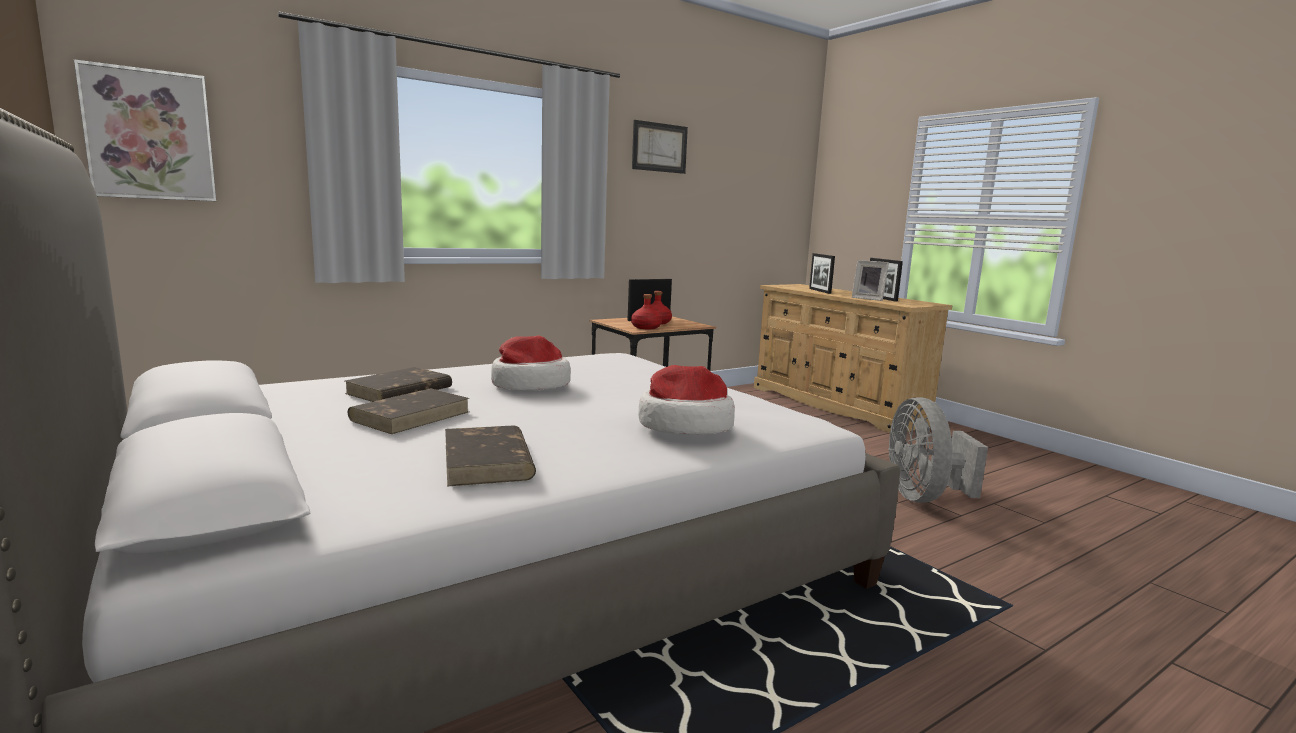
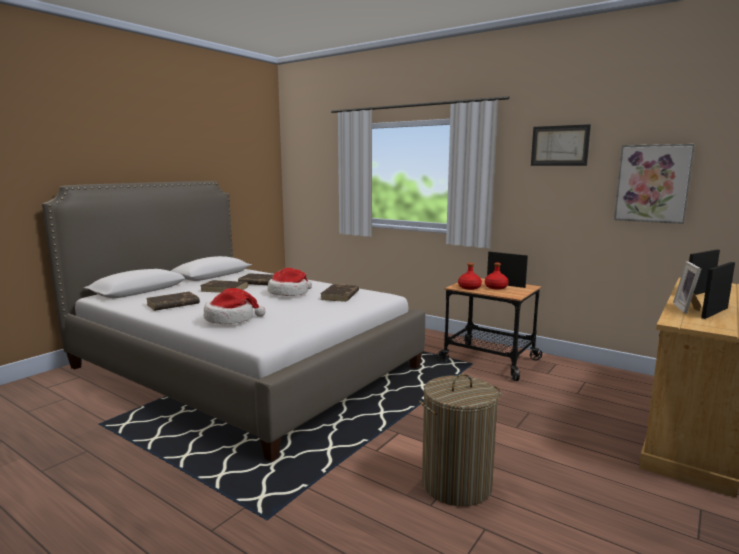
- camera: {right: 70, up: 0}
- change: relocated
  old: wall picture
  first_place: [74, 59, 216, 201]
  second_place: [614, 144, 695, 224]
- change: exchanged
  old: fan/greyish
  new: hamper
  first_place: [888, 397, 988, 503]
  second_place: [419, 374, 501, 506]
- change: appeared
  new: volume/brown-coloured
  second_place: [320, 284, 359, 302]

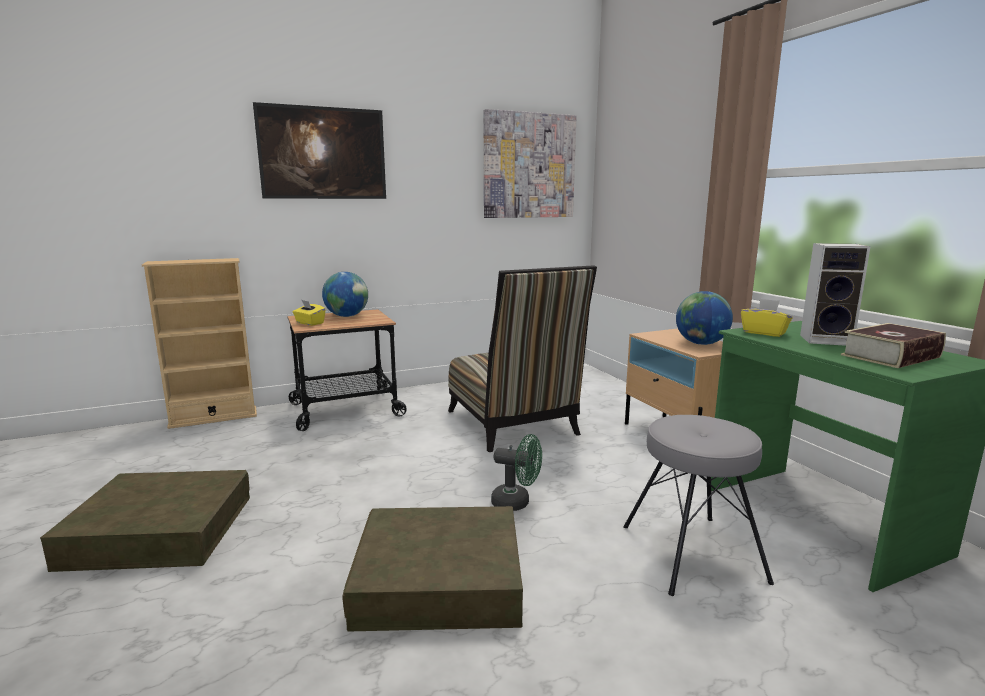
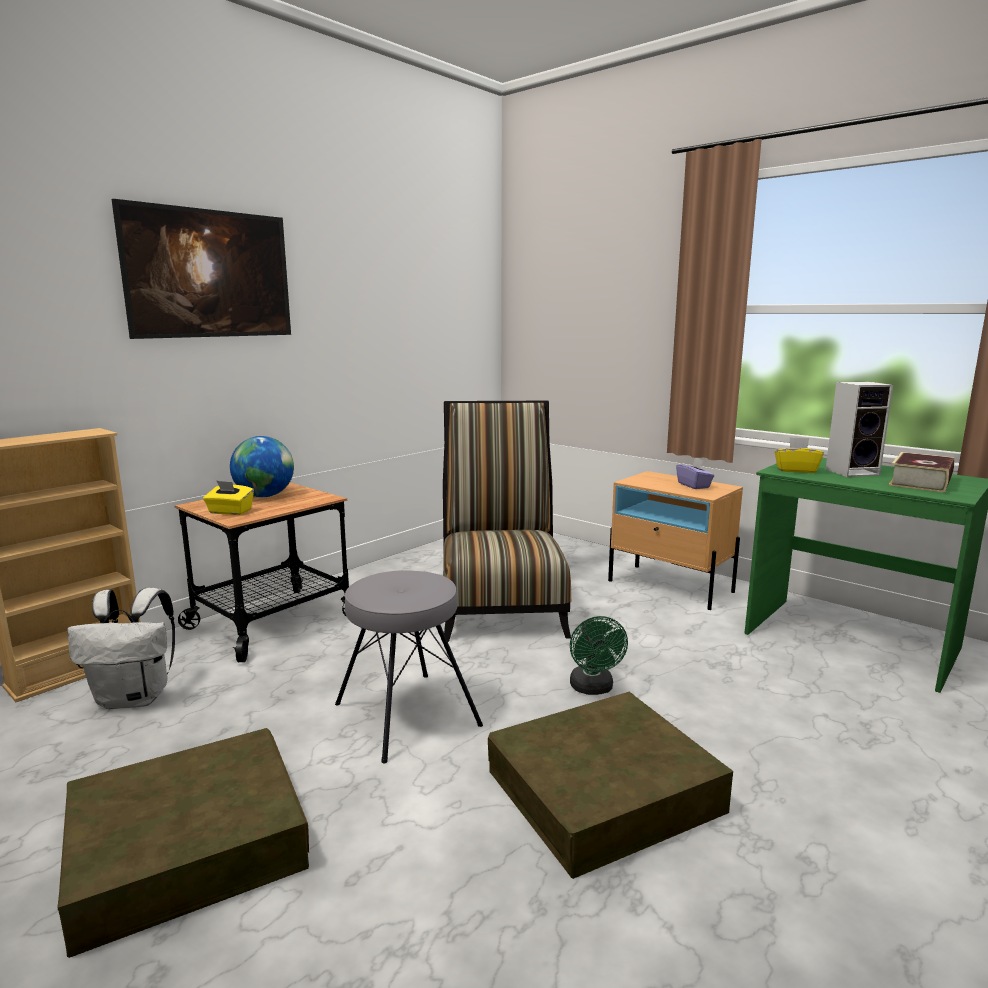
- camera: {right: -25, up: 0}
- change: spun
  old: chair
  first_place: [448, 265, 597, 452]
  second_place: [443, 401, 572, 642]
  degrees: -135
- change: missing
  old: wall picture
  first_place: [484, 109, 577, 218]
- change: spun
  old: fan/green-coloured
  first_place: [491, 434, 542, 511]
  second_place: [570, 616, 628, 695]
  degrees: 90
- change: relocated
  old: sitting stool/greyish
  first_place: [623, 415, 774, 596]
  second_place: [335, 570, 483, 763]
- change: exchanged
  old: globe
  new: box of tissues/purple
  first_place: [676, 291, 733, 345]
  second_place: [676, 457, 714, 489]
- change: appeared
  new: backpack/whitish
  second_place: [67, 588, 175, 709]

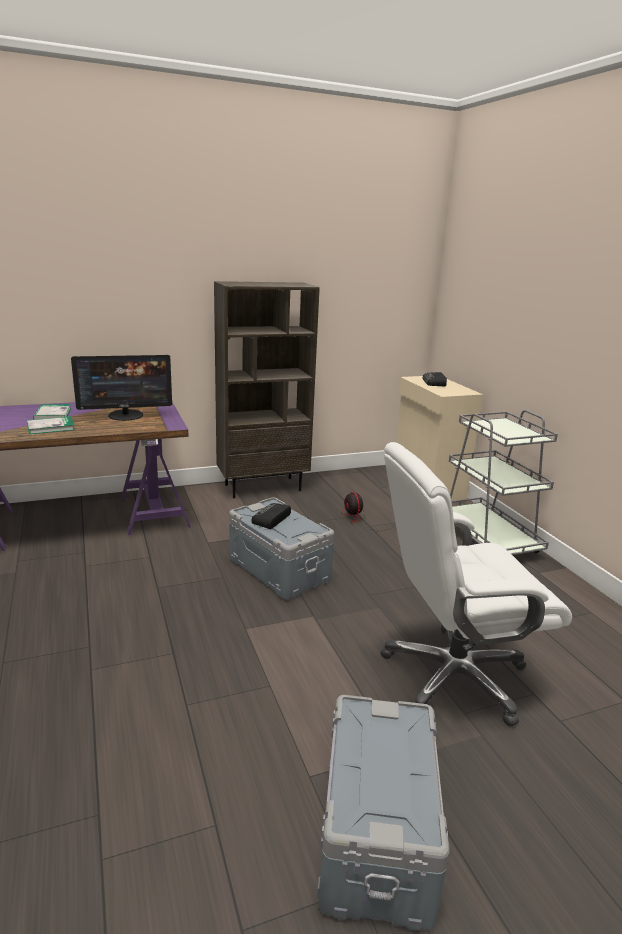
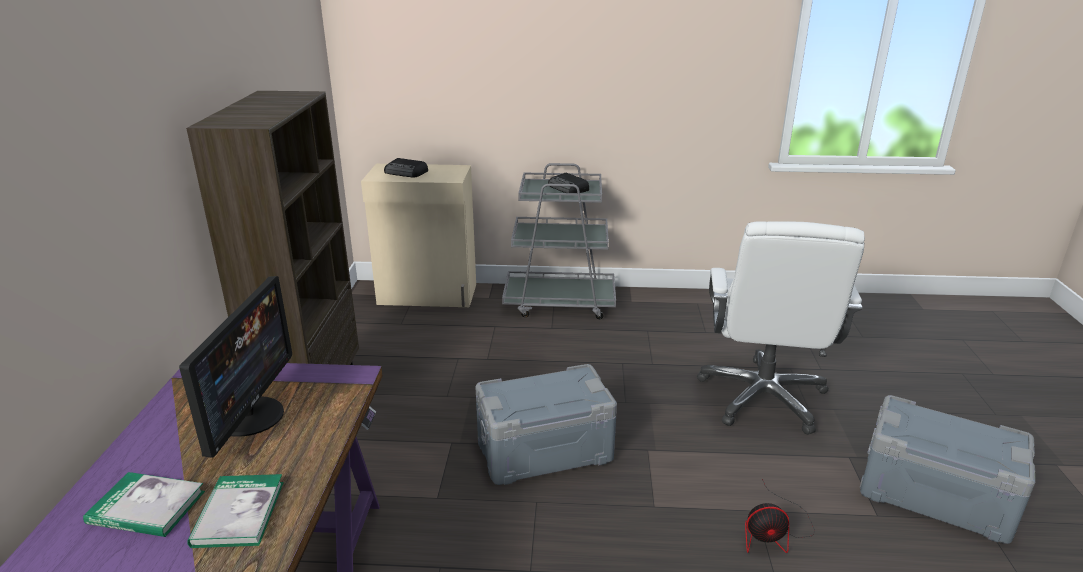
- camera: {right: -65, up: 5}
- change: relocated
  old: radio set
  first_place: [251, 503, 291, 529]
  second_place: [548, 173, 589, 193]
- change: relocated
  old: fan
  first_place: [341, 492, 395, 531]
  second_place: [745, 479, 815, 553]

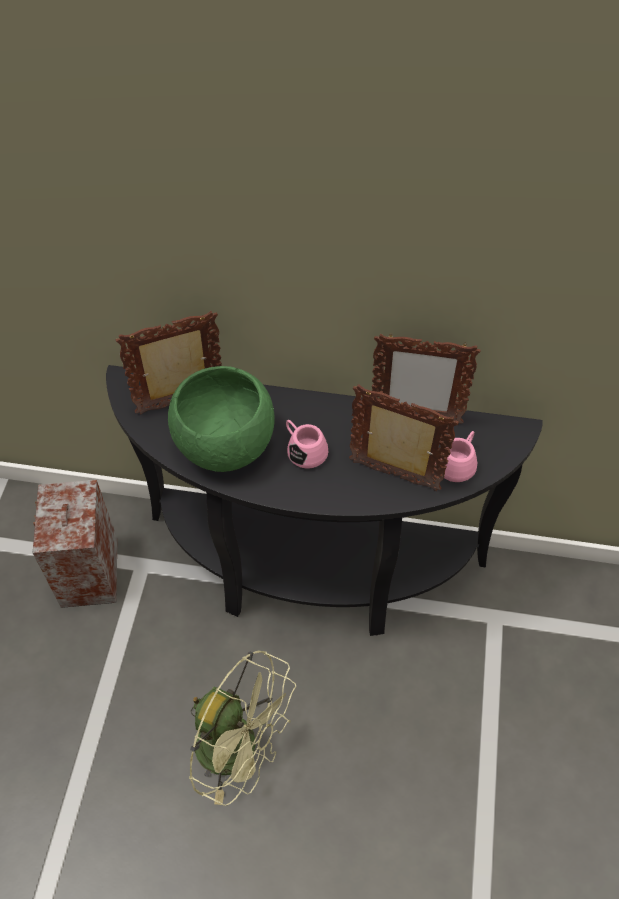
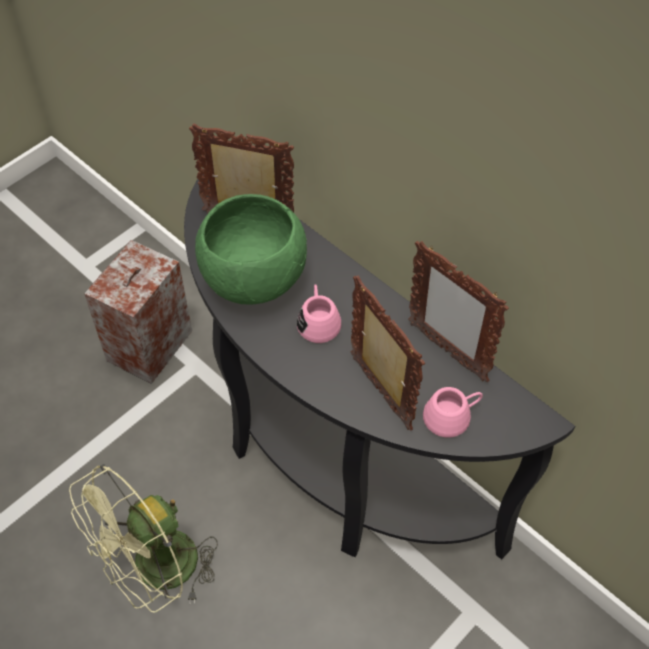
- camera: {right: 35, up: 0}
- change: spun
  old: fan/green-coloured
  first_place: [189, 651, 296, 806]
  second_place: [69, 464, 218, 613]
  degrees: 75

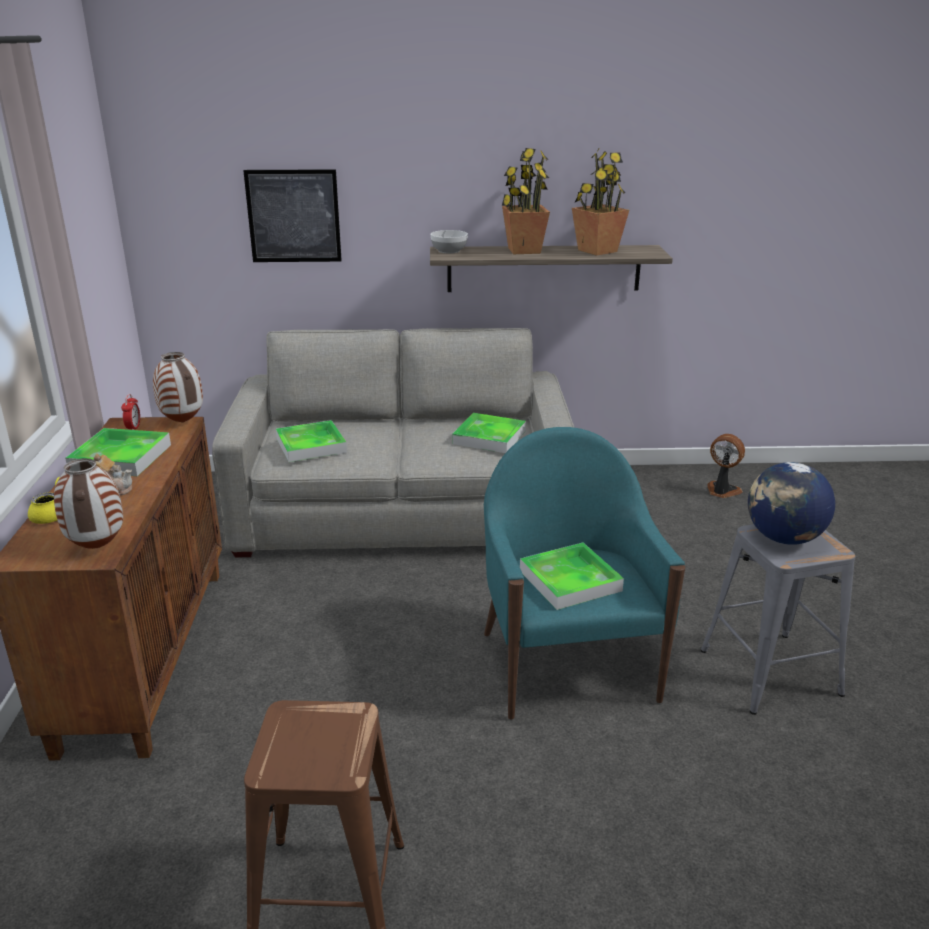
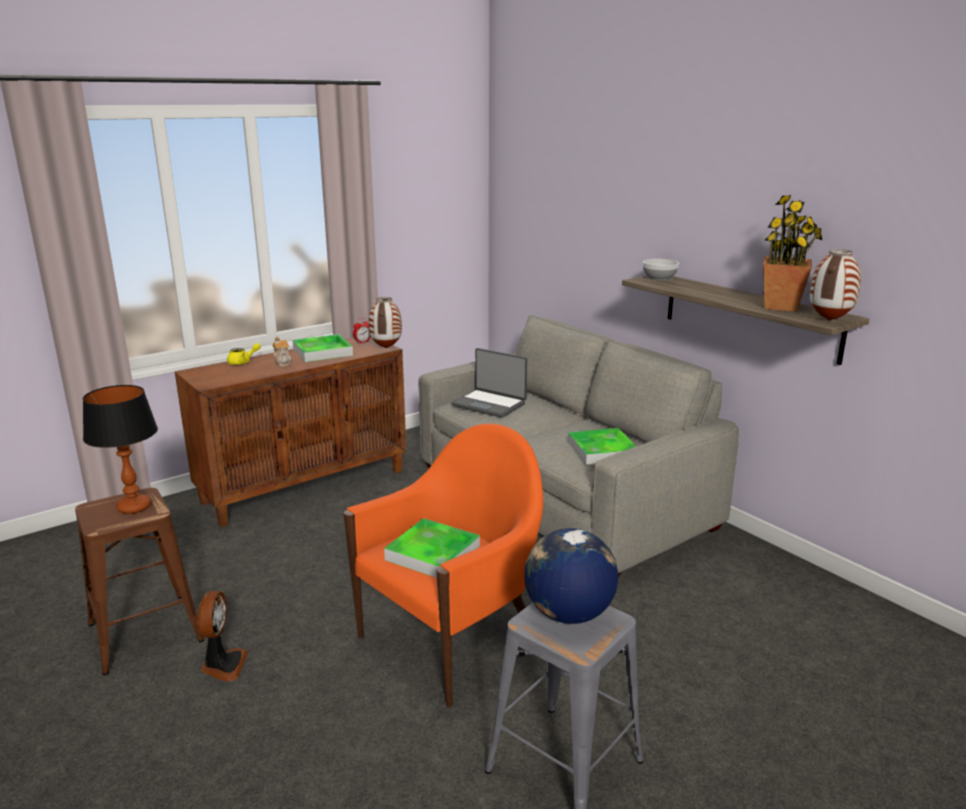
- camera: {right: 55, up: -5}
- change: relocated
  old: vase
  first_place: [54, 458, 123, 549]
  second_place: [810, 249, 861, 321]
- change: missing
  old: wall picture
  first_place: [243, 169, 342, 262]
- change: exchanged
  old: serving tray
  new: portable computer
  first_place: [276, 420, 347, 462]
  second_place: [451, 348, 527, 418]
- change: colour
  old: armchair/turquoise
  new: armchair/orange
  first_place: [484, 427, 685, 720]
  second_place: [343, 424, 543, 707]
- change: missing
  old: houseplant
  first_place: [502, 148, 550, 254]
- change: relocated
  old: fan
  first_place: [707, 434, 745, 498]
  second_place: [198, 591, 248, 682]
- change: appeared
  new: lamp for a table
  second_place: [83, 385, 158, 514]

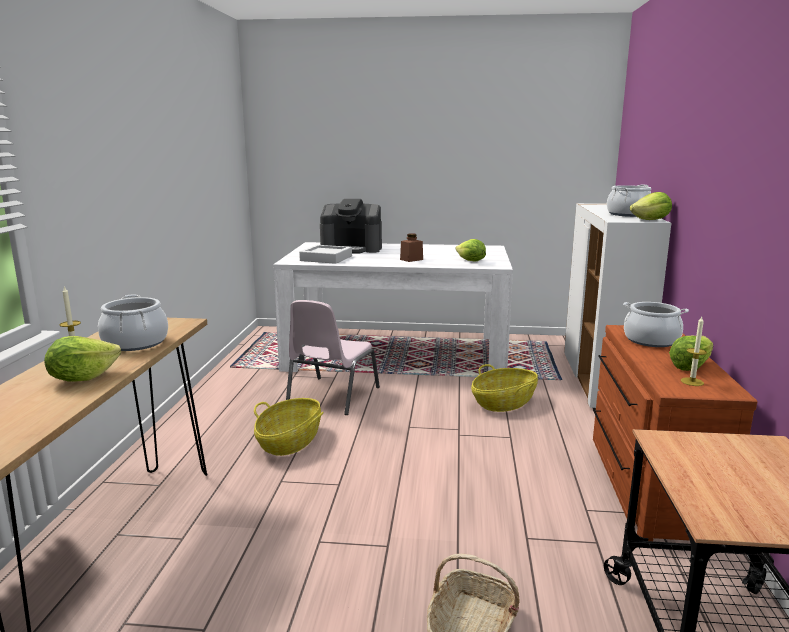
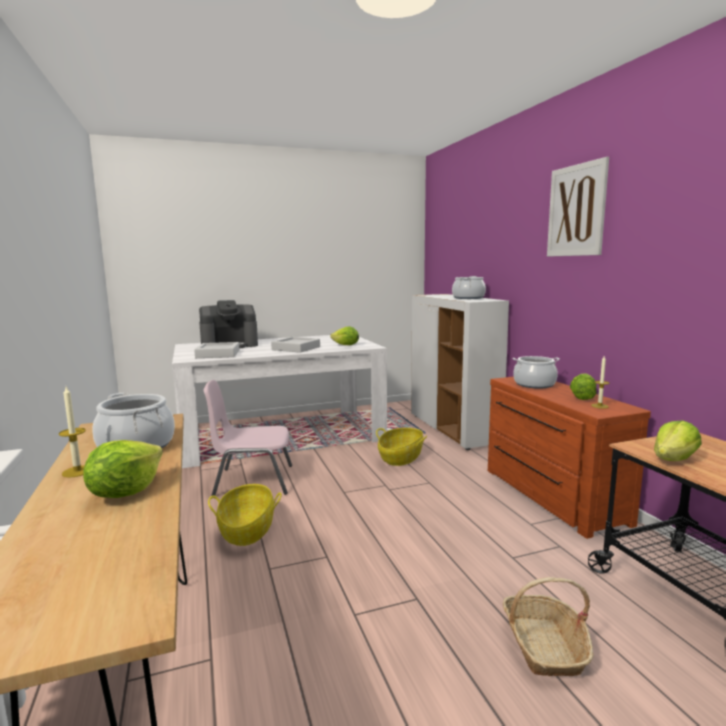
- camera: {right: -25, up: -5}
- change: spun
  old: chair/pinkish
  first_place: [286, 300, 380, 415]
  second_place: [204, 380, 292, 496]
  degrees: 90
- change: exchanged
  old: preserve jar/brown-coloured
  new: serving tray/greyish
  first_place: [400, 233, 423, 262]
  second_place: [271, 337, 320, 353]
- change: relocated
  old: lettuce head
  first_place: [630, 192, 672, 220]
  second_place: [654, 420, 702, 461]
- change: appeared
  new: wall picture
  second_place: [547, 157, 609, 257]

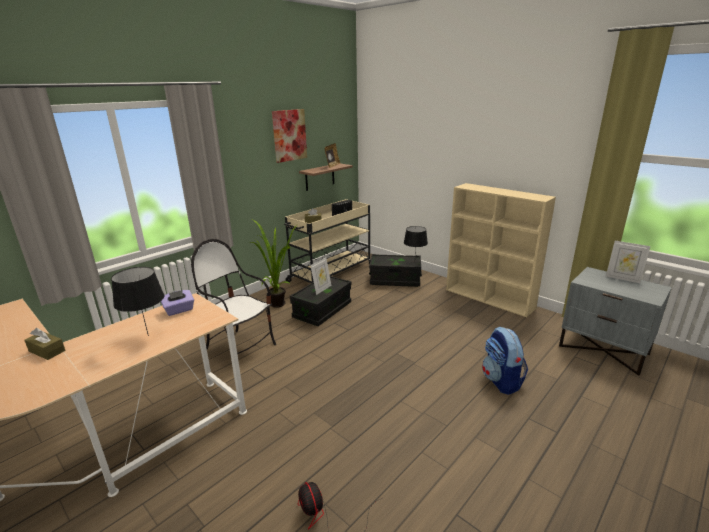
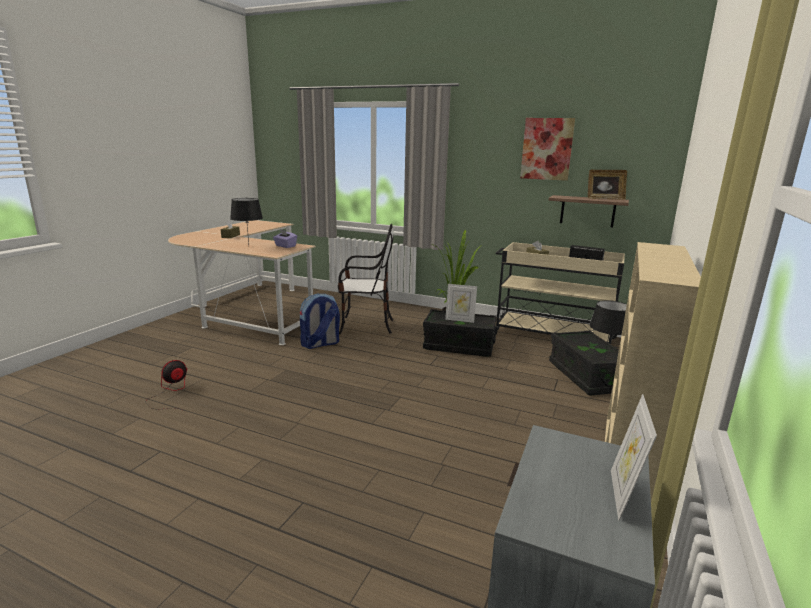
- camera: {right: 70, up: -5}
- change: spun
  old: chair
  first_place: [191, 239, 276, 357]
  second_place: [338, 224, 394, 334]
  degrees: 75
- change: relocated
  old: backpack
  first_place: [482, 327, 528, 395]
  second_place: [300, 294, 340, 349]

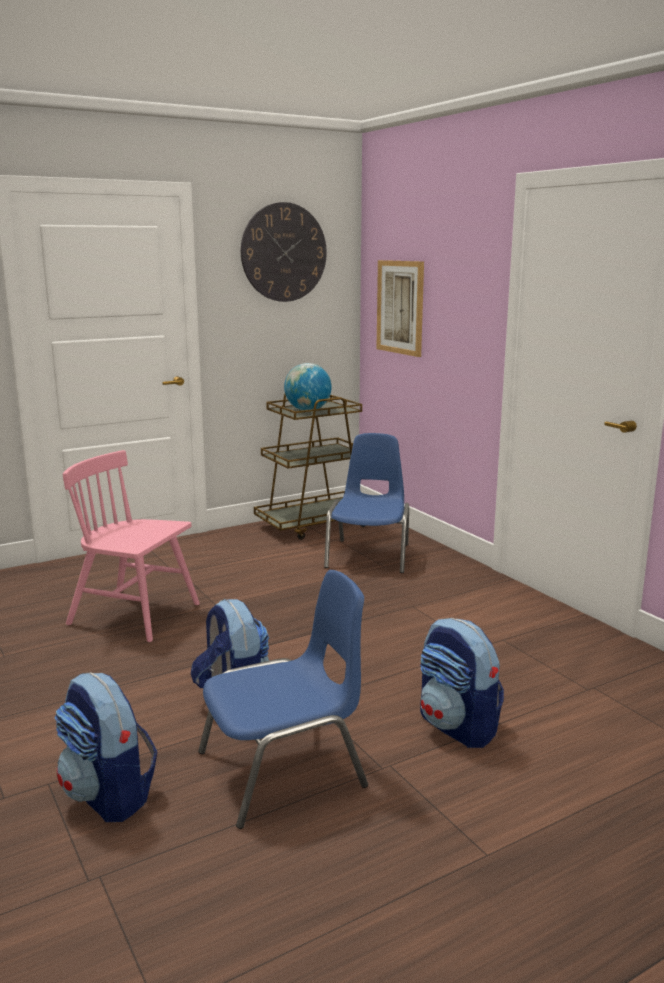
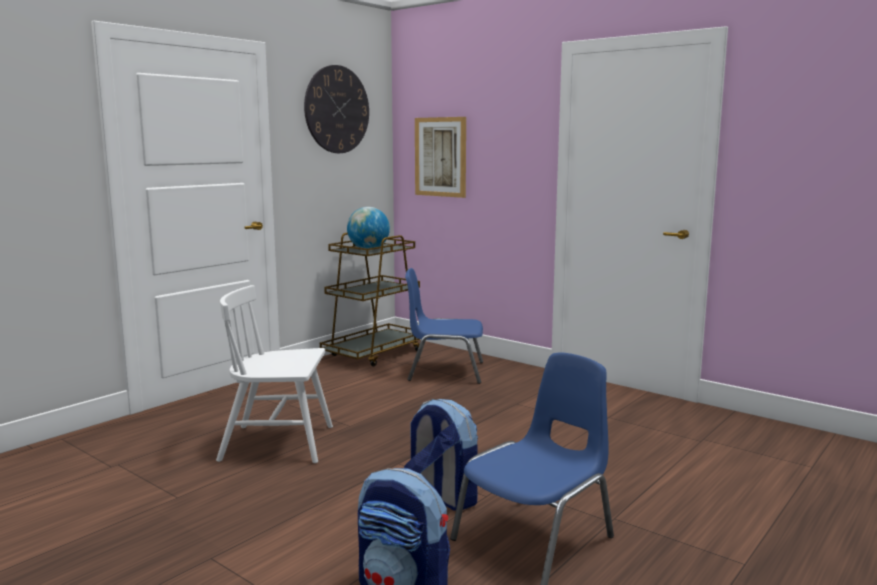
- camera: {right: -20, up: -5}
- change: colour
  old: chair/pinkish
  new: chair/whitish
  first_place: [63, 450, 200, 642]
  second_place: [216, 285, 333, 463]
- change: spun
  old: chair/bluish
  first_place: [324, 433, 409, 573]
  second_place: [405, 268, 483, 384]
  degrees: -75
- change: missing
  old: backpack
  first_place: [420, 618, 504, 748]

